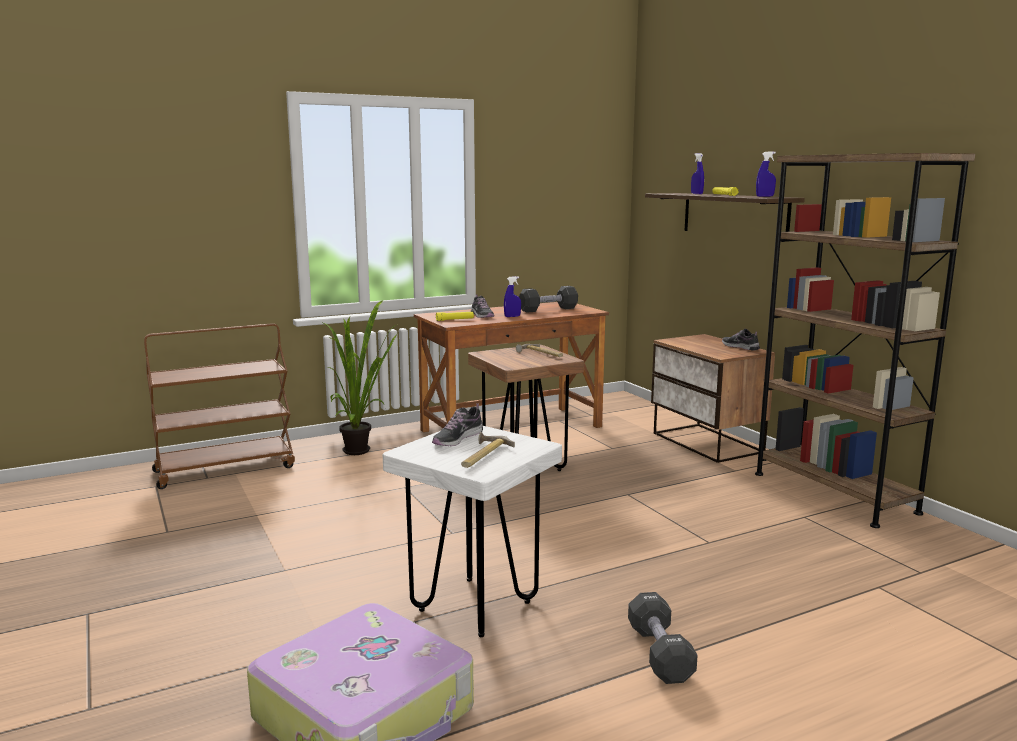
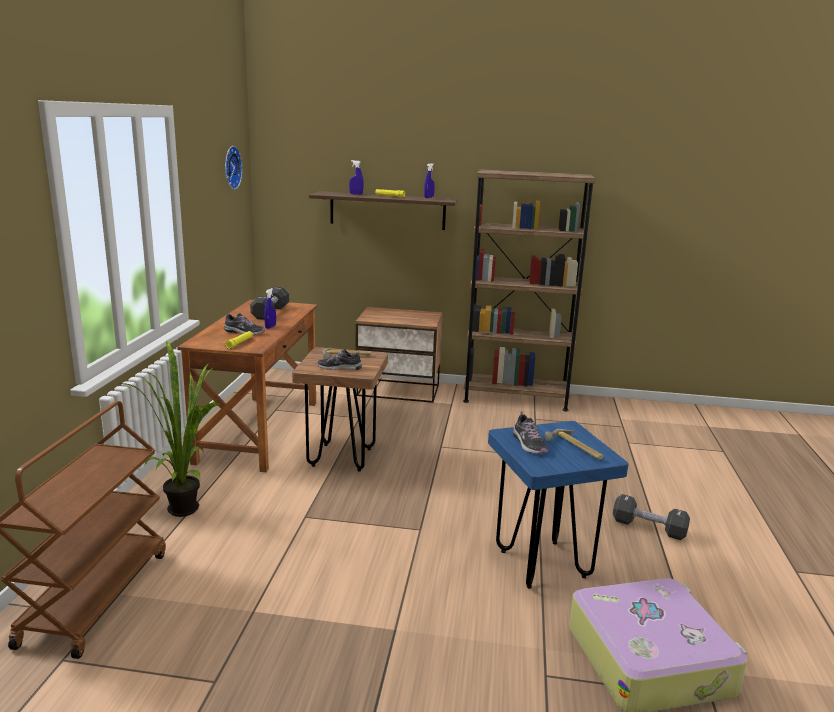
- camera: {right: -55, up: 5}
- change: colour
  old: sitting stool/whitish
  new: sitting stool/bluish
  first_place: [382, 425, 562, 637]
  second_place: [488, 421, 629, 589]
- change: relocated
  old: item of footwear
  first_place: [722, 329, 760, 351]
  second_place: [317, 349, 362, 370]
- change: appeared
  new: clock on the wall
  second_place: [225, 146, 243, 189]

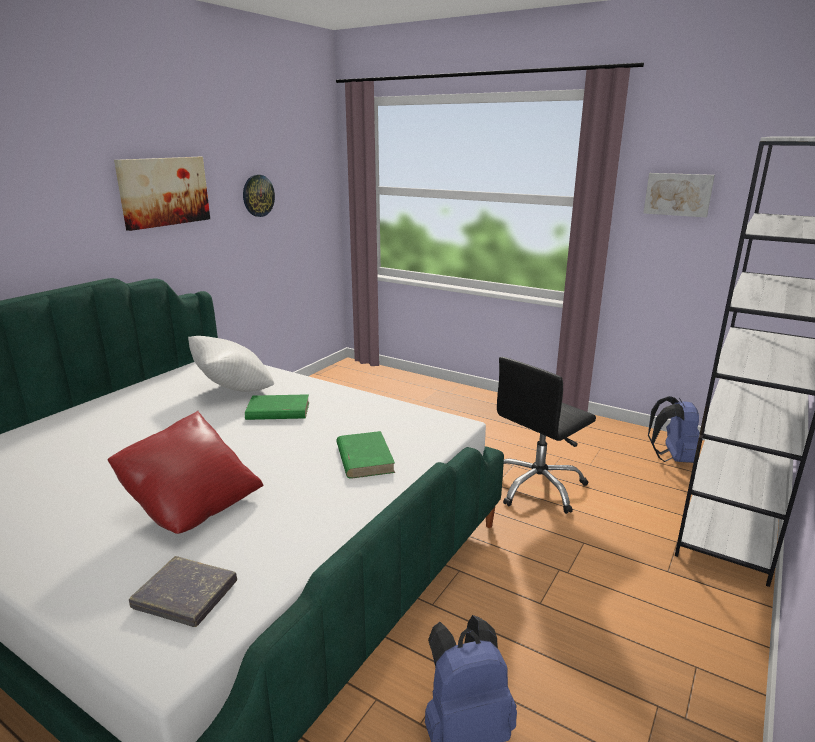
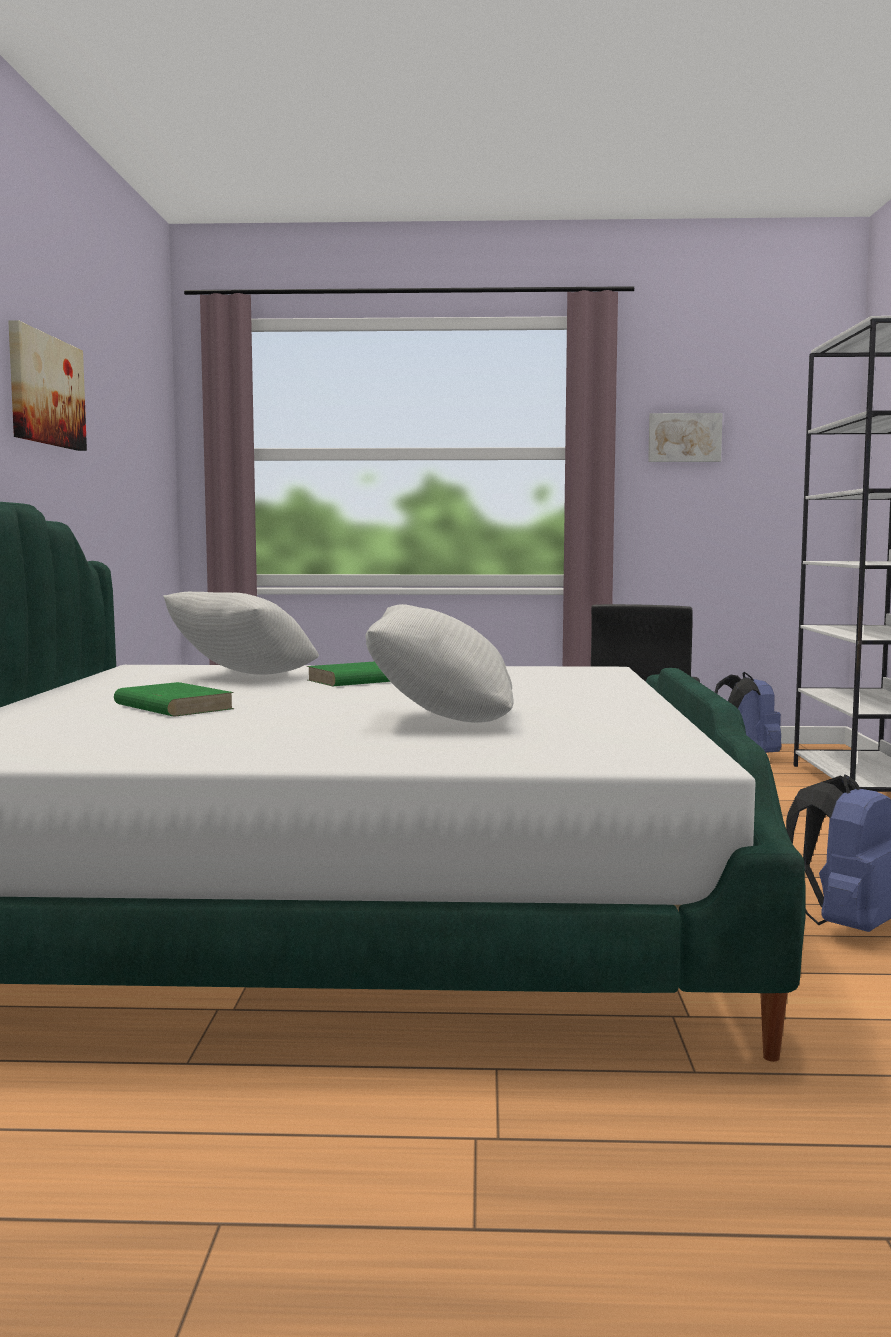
- camera: {right: -30, up: -15}
- change: colour
  old: cushion/red-coloured
  new: cushion/whitish
  first_place: [108, 411, 263, 534]
  second_place: [365, 604, 513, 723]
- change: missing
  old: volume/greyish
  first_place: [129, 556, 237, 627]
- change: missing
  old: clock on the wall
  first_place: [243, 175, 275, 217]
- change: relocated
  old: volume/green-coloured
  first_place: [336, 431, 395, 479]
  second_place: [114, 682, 234, 717]

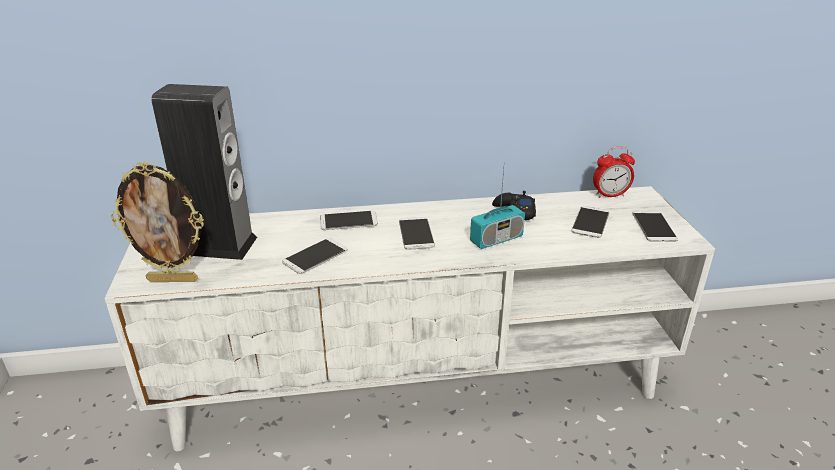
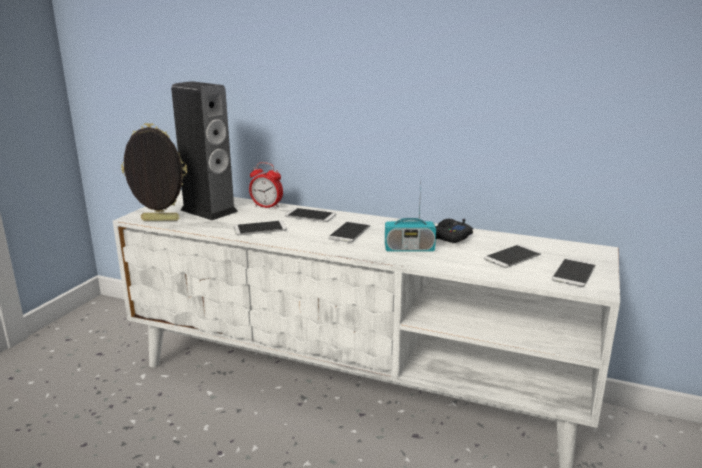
- camera: {right: 30, up: -10}
- change: spun
  old: picture frame
  first_place: [111, 161, 204, 282]
  second_place: [121, 123, 187, 221]
  degrees: 150
- change: relocated
  old: bedside clock
  first_place: [593, 147, 635, 198]
  second_place: [249, 162, 283, 209]

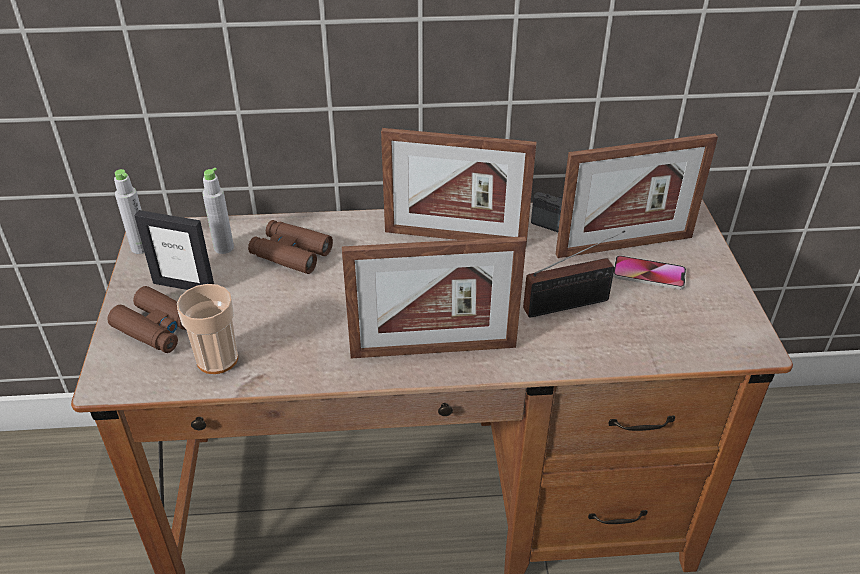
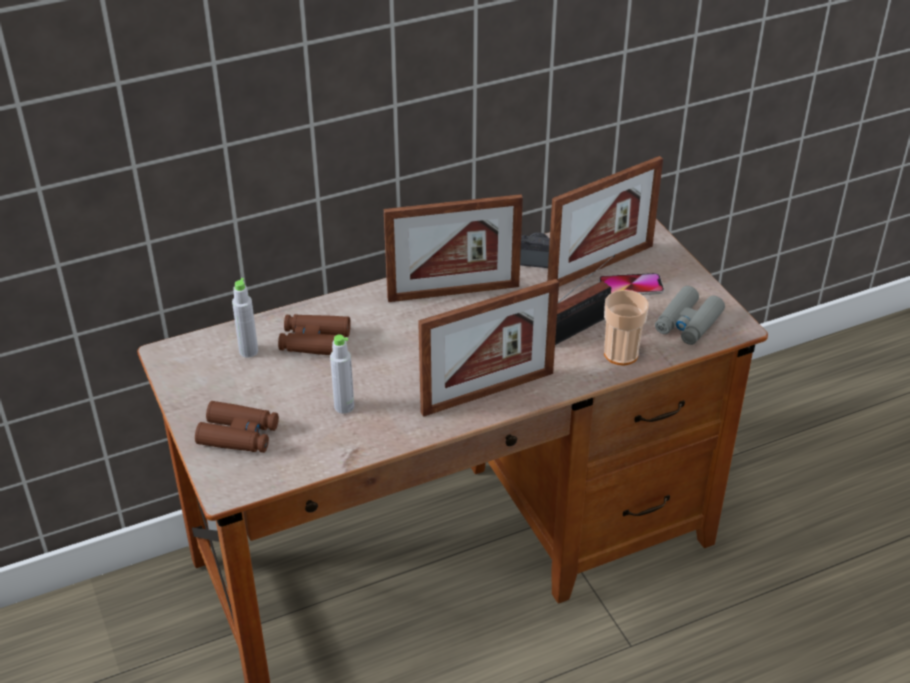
- camera: {right: -20, up: 0}
- change: relocated
  old: drink bottle/greyish
  first_place: [114, 169, 145, 254]
  second_place: [330, 335, 354, 414]
- change: missing
  old: picture frame
  first_place: [134, 210, 214, 290]
- change: relocated
  old: cup
  first_place: [177, 284, 238, 374]
  second_place: [604, 290, 649, 366]
- change: appeared
  new: binoculars/greyish
  second_place: [655, 286, 725, 345]

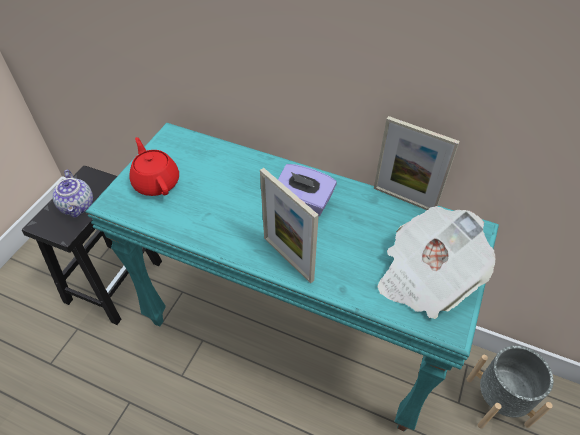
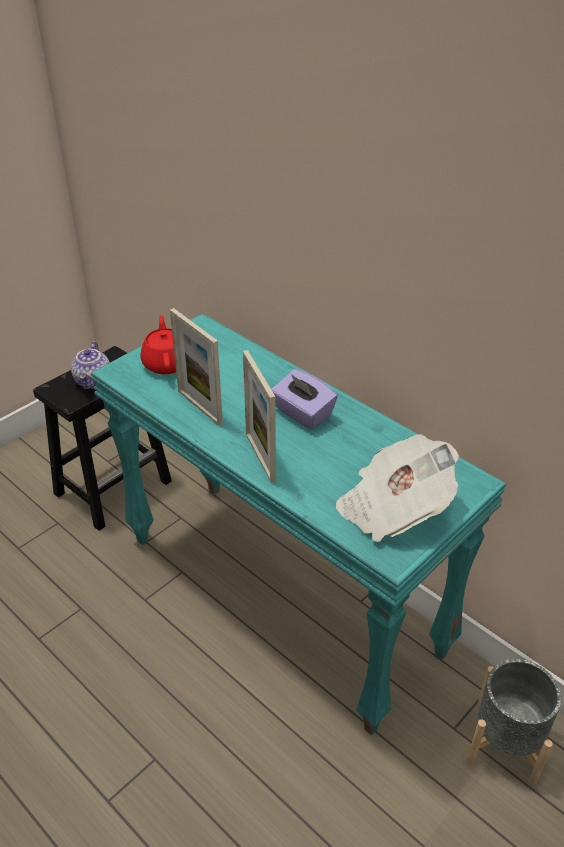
- camera: {right: 20, up: -10}
- change: relocated
  old: picture frame
  first_place: [374, 116, 460, 210]
  second_place: [170, 308, 223, 426]

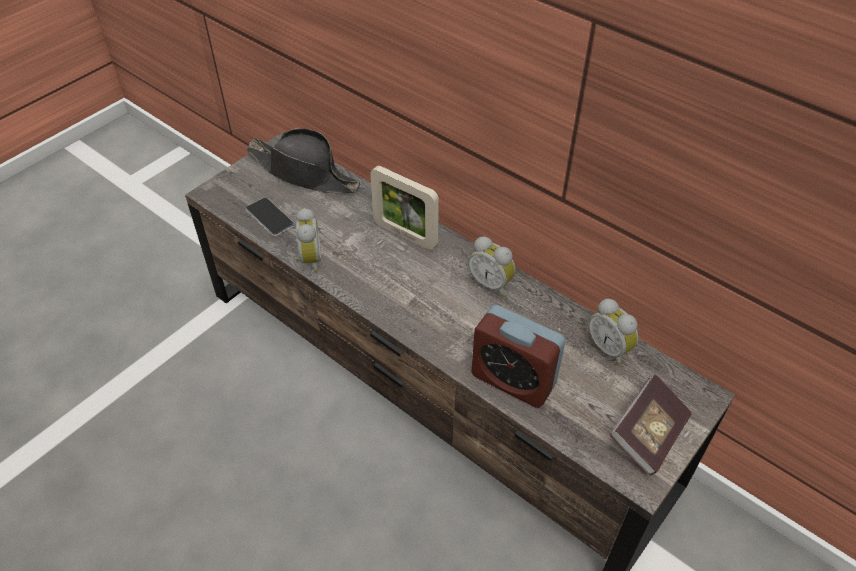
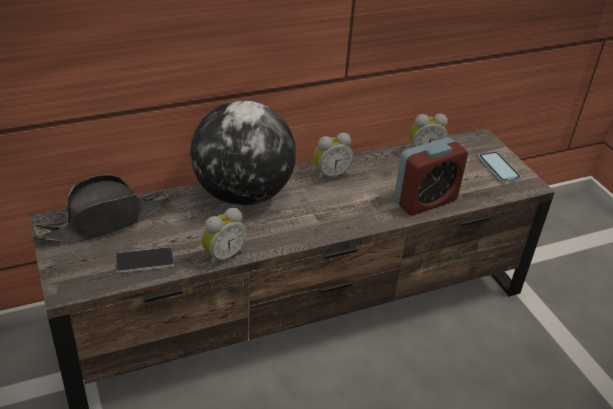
- camera: {right: -65, up: -10}
- change: spun
  old: bedside clock
  first_place: [295, 208, 321, 272]
  second_place: [201, 208, 247, 267]
  degrees: 120
- change: exchanged
  old: picture frame
  new: globe
  first_place: [370, 166, 439, 250]
  second_place: [190, 100, 296, 206]
- change: exchanged
  old: volume
  new: telephone
  first_place: [610, 374, 691, 475]
  second_place: [478, 152, 521, 182]

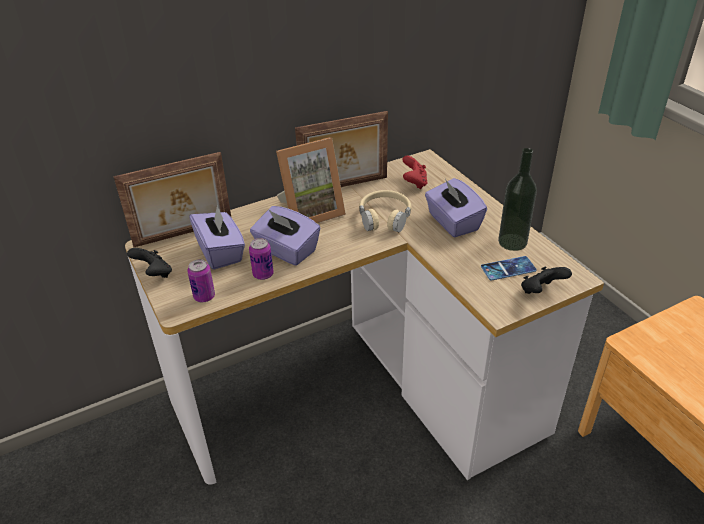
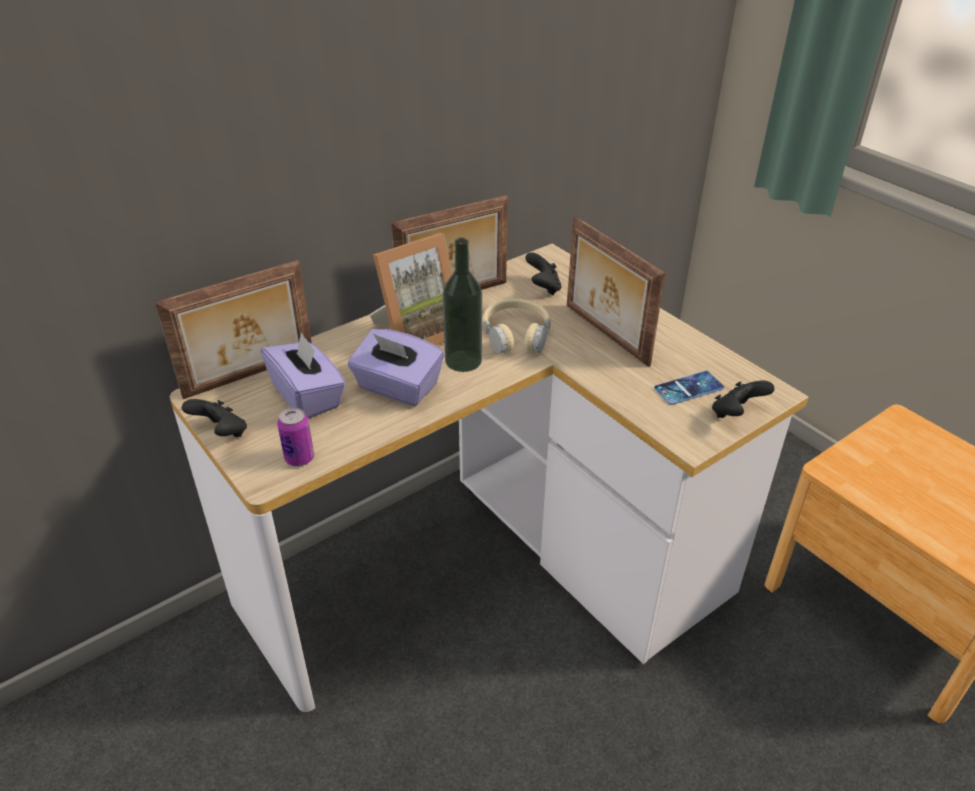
- camera: {right: -10, up: 0}
- change: missing
  old: metal can
  first_place: [249, 238, 274, 280]
- change: colour
  old: joypad/red-coloured
  new: joypad/black-coloured
  first_place: [402, 156, 428, 189]
  second_place: [525, 252, 561, 295]
- change: exchanged
  old: box of tissues/purple
  new: picture frame
  first_place: [425, 178, 487, 237]
  second_place: [567, 216, 665, 367]
- change: relocated
  old: drink bottle
  first_place: [498, 148, 537, 251]
  second_place: [443, 238, 482, 372]

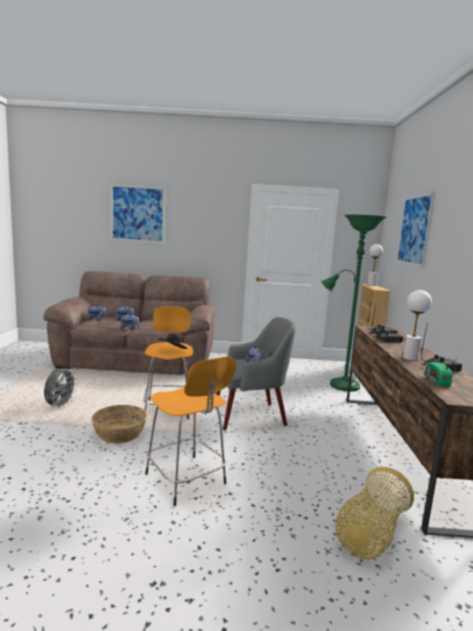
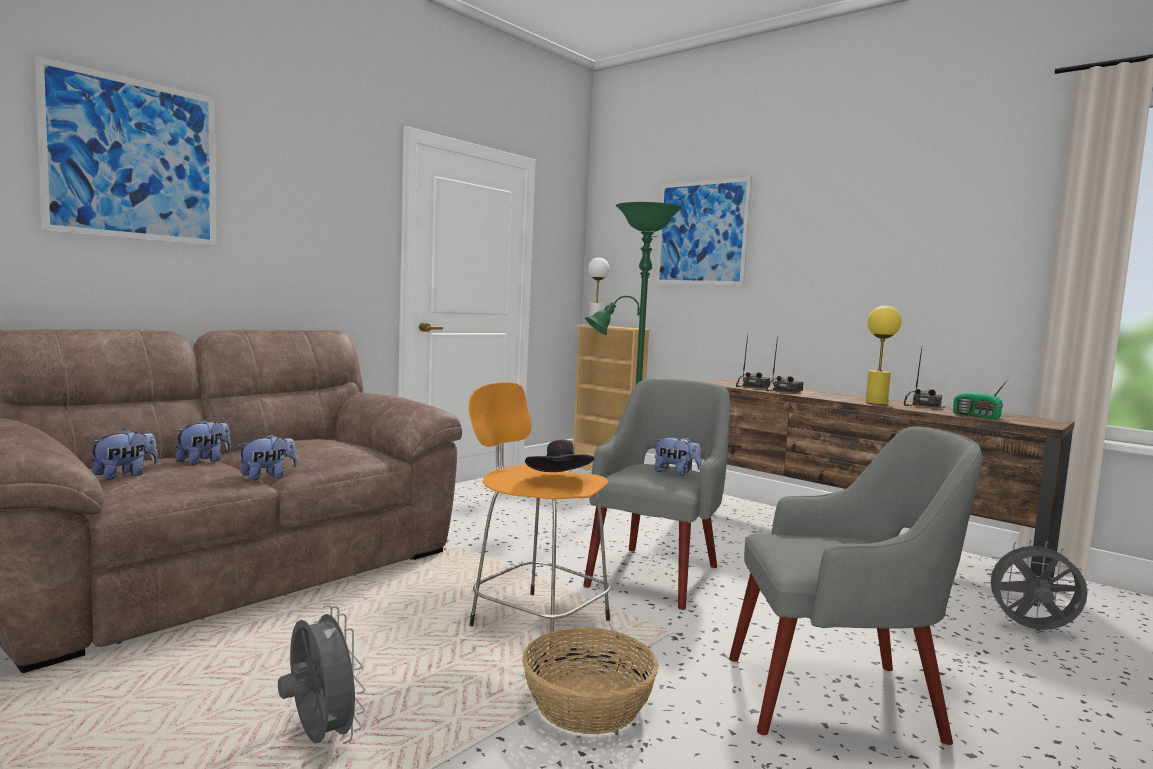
- camera: {right: -50, up: -5}
- change: exchanged
  old: sitting stool/orange
  new: armchair/greyish
  first_place: [145, 356, 236, 506]
  second_place: [729, 426, 983, 745]
- change: exchanged
  old: basket
  new: fan/greyish
  first_place: [335, 467, 414, 560]
  second_place: [984, 540, 1088, 630]
- change: colour
  old: lamp for a table/whitish
  new: lamp for a table/yellowish
  first_place: [403, 290, 432, 361]
  second_place: [866, 306, 902, 404]

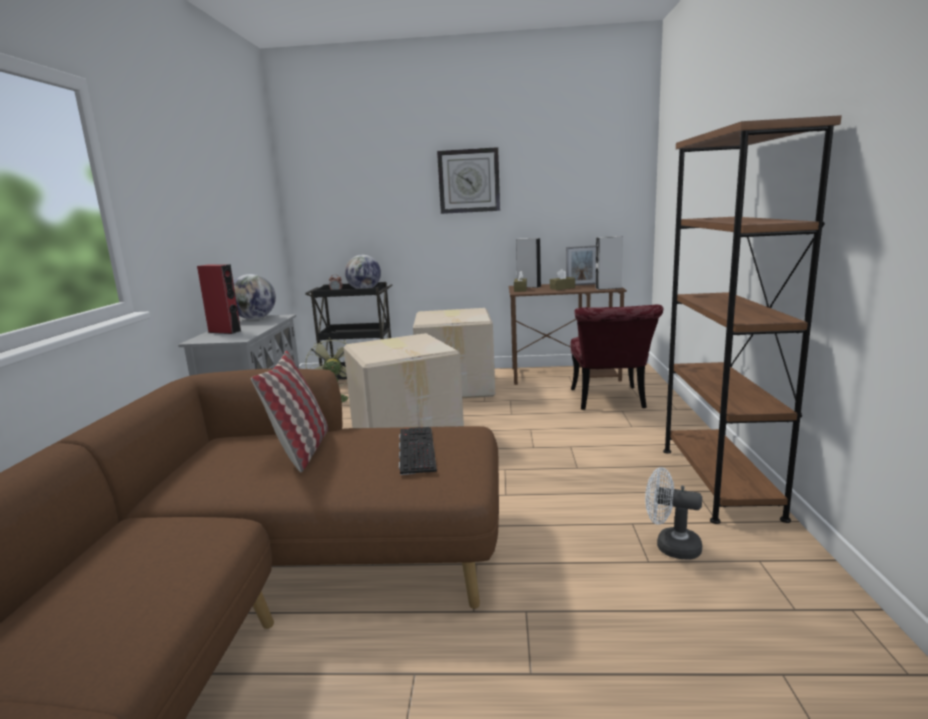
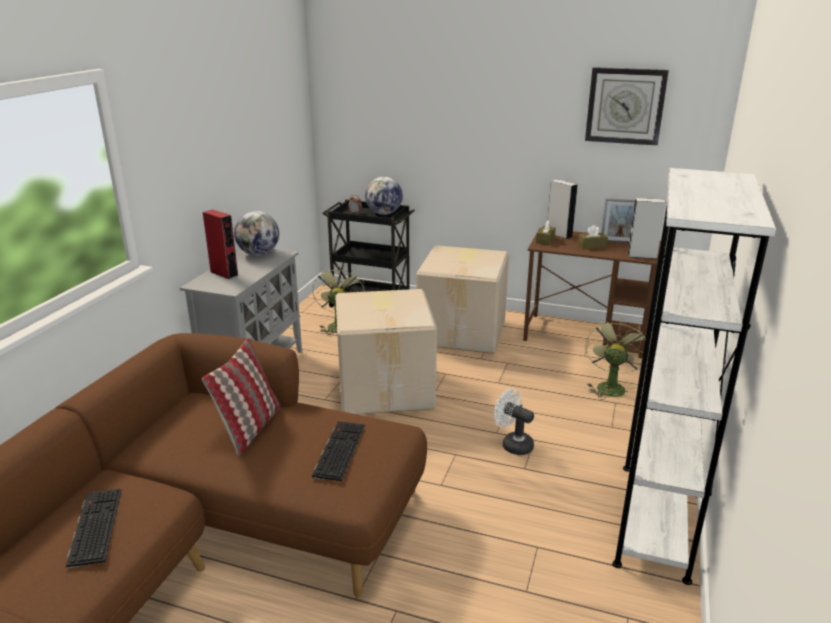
- camera: {right: 15, up: 10}
- change: relocated
  old: clock on the wall
  first_place: [437, 147, 500, 214]
  second_place: [585, 67, 669, 146]
- change: exchanged
  old: chair/red-coloured
  new: fan/green-coloured
  first_place: [571, 305, 663, 410]
  second_place: [585, 319, 650, 400]
- change: relocated
  old: fan/whitish
  first_place: [645, 467, 702, 560]
  second_place: [494, 389, 534, 455]
- change: colour
  old: bookcase/brown-coloured
  new: bookcase/whitish
  first_place: [663, 115, 842, 524]
  second_place: [612, 168, 776, 585]
- change: appeared
  new: computer keyboard
  second_place: [66, 489, 121, 568]

